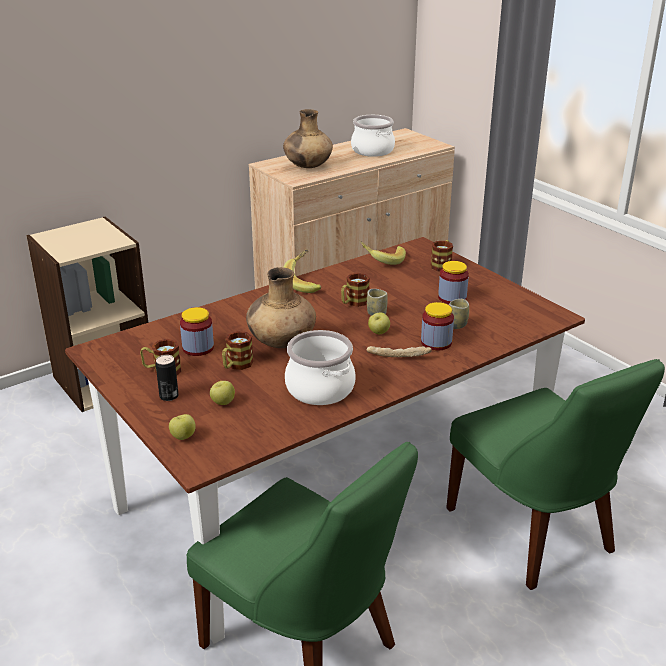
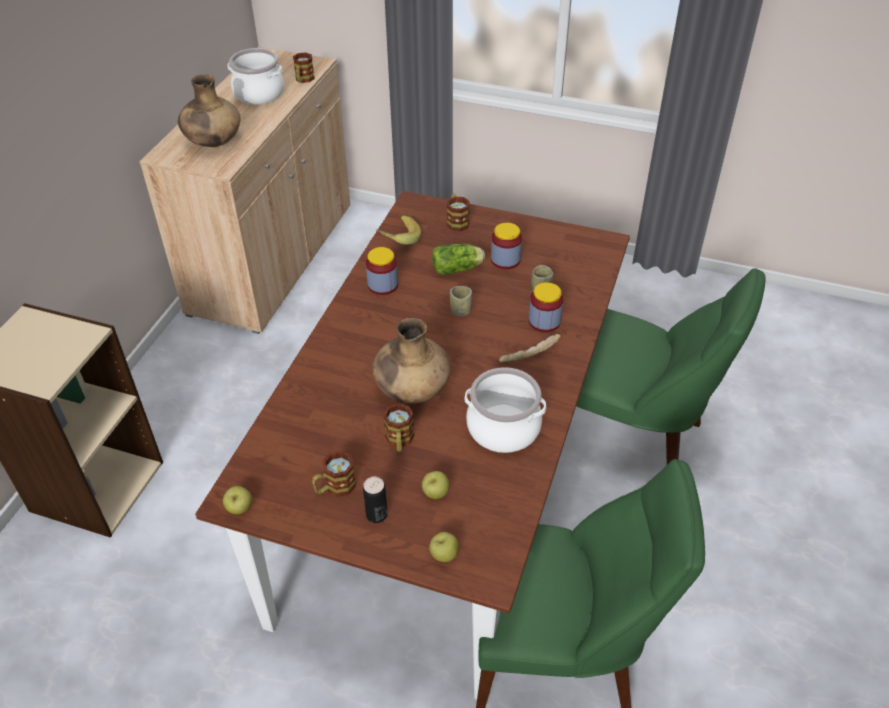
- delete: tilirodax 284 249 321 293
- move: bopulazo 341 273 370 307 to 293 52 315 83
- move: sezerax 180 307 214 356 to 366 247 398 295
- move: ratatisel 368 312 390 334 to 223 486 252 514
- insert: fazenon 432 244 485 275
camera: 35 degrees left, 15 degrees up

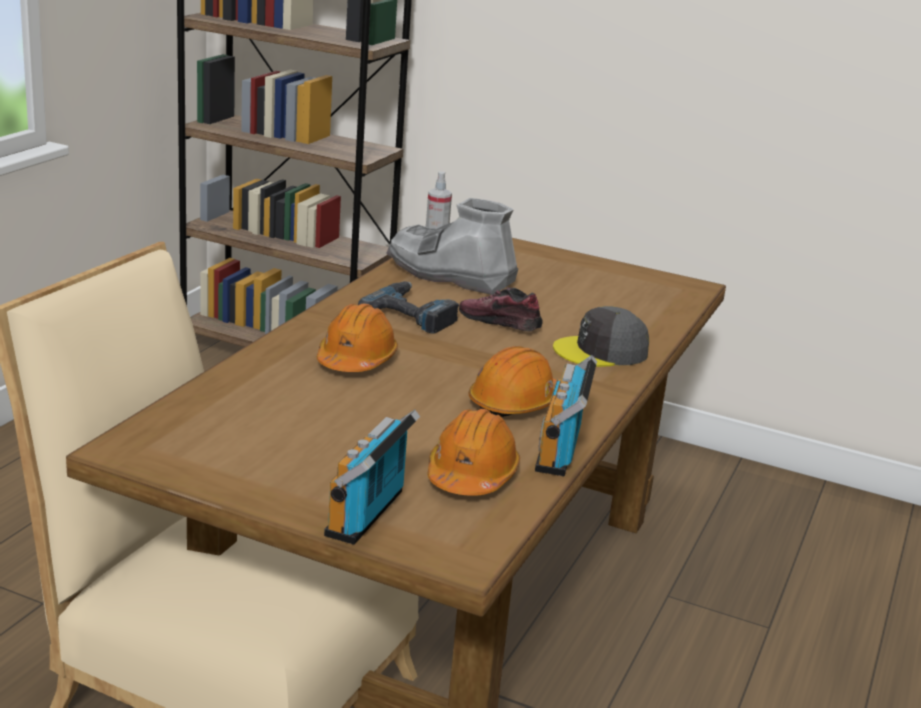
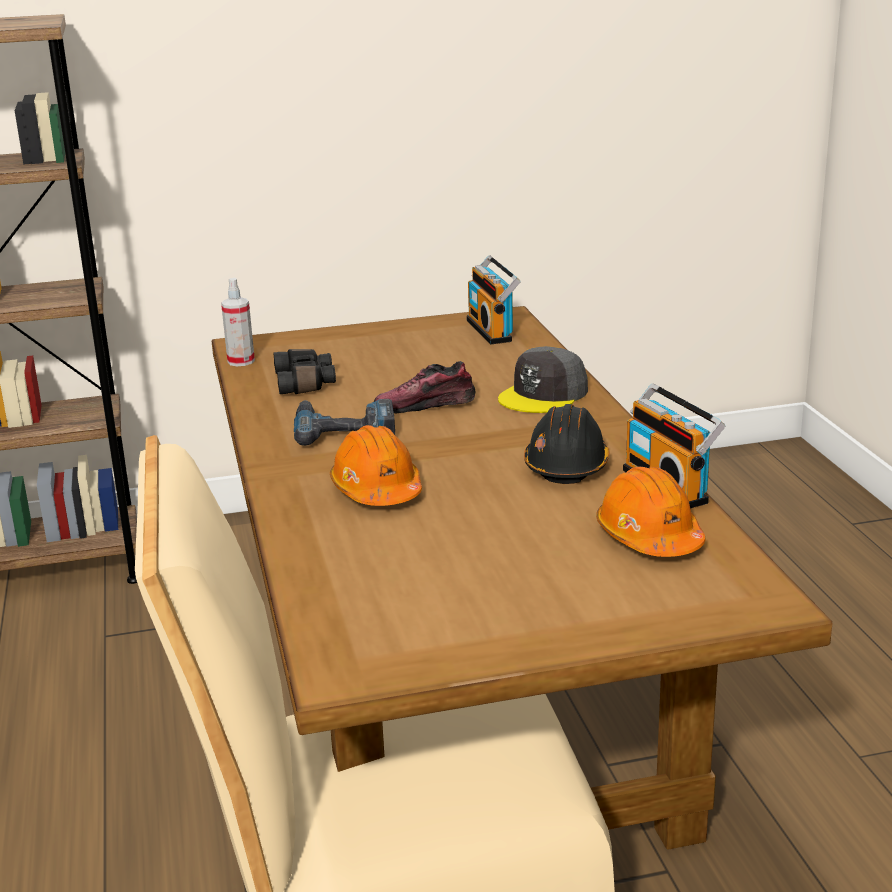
- replace: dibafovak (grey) 386 198 519 295 to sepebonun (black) 274 349 336 394
- recolor: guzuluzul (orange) 468 346 557 417 to guzuluzul (black) 524 404 610 484
- move: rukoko 324 410 420 545 to 467 255 521 344
camera: 35 degrees left, 0 degrees up

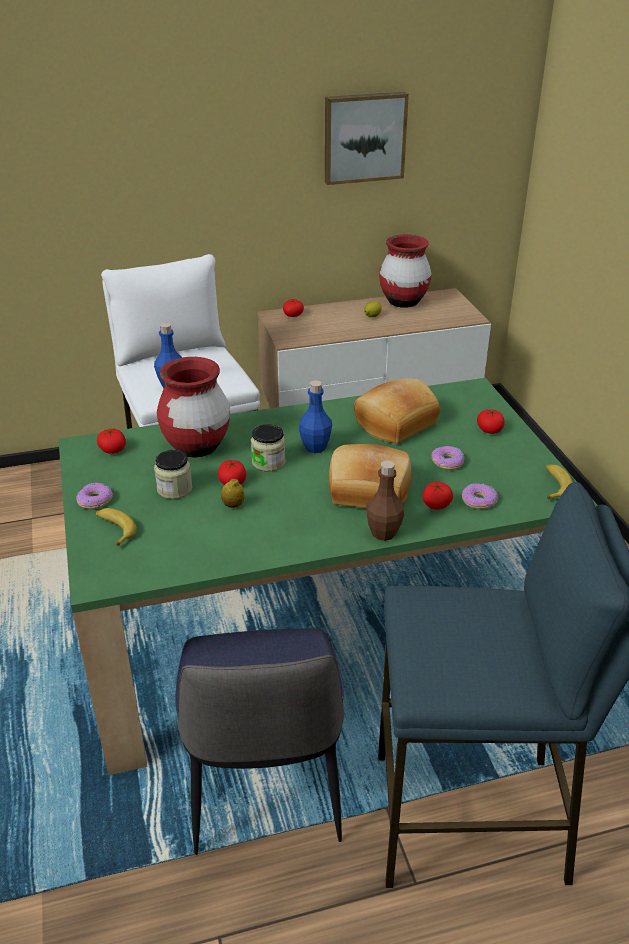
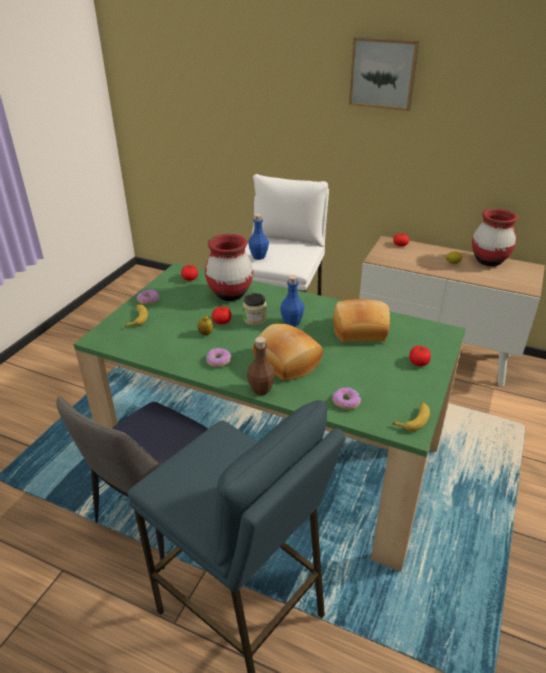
- move: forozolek 325 92 409 185 to 349 36 419 111
- move: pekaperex 431 446 465 470 to 206 348 231 367
- delete: sezerax 154 450 192 499
- delete: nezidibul 423 482 453 510
camera: 40 degrees right, 0 degrees up

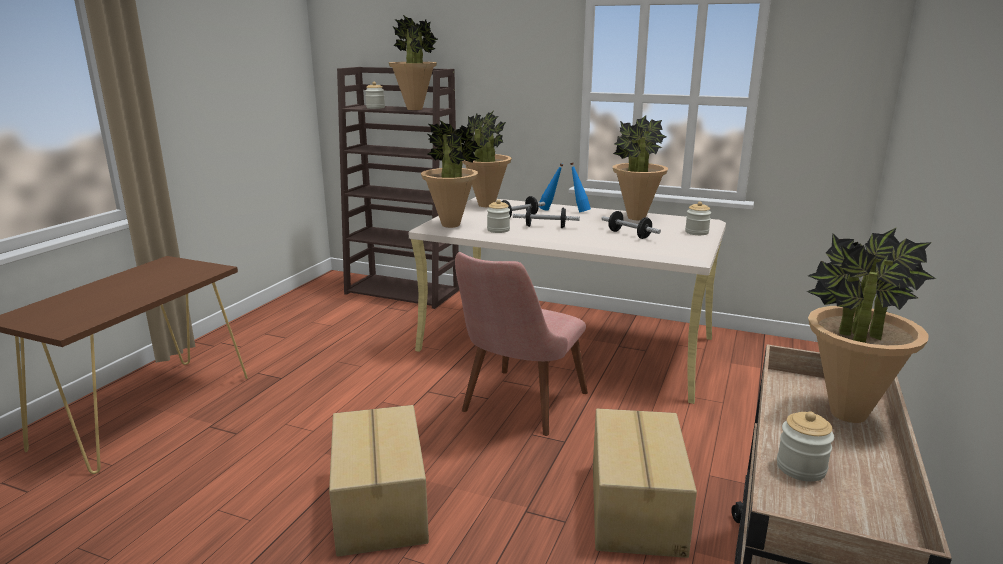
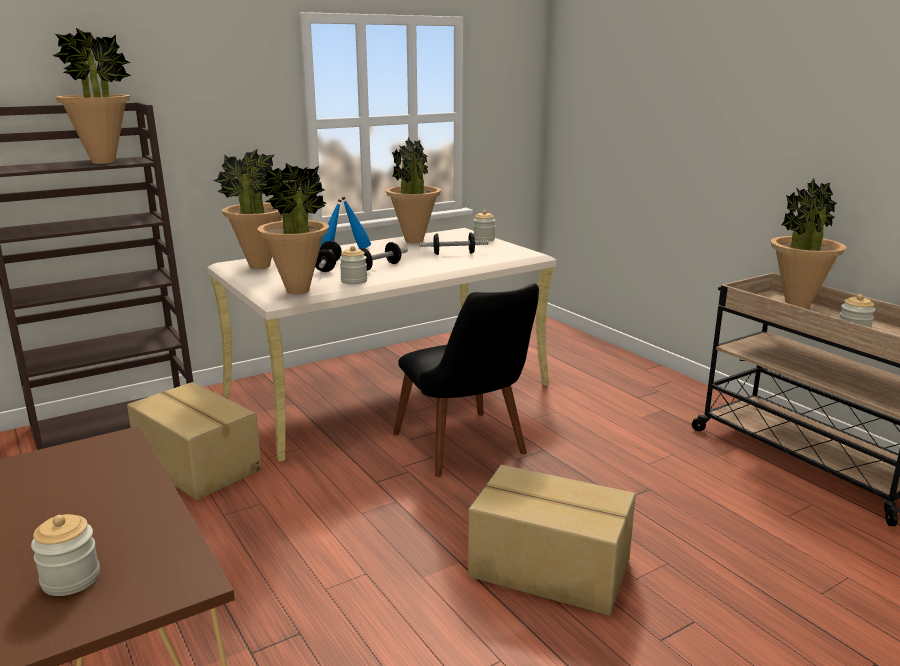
- move: sezerax 365 82 385 109 to 31 514 100 596
- recolor: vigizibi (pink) 455 252 588 436 to vigizibi (black) 393 283 539 477
- move: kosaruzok 593 409 697 558 to 127 382 262 500
camera: 55 degrees left, 0 degrees up

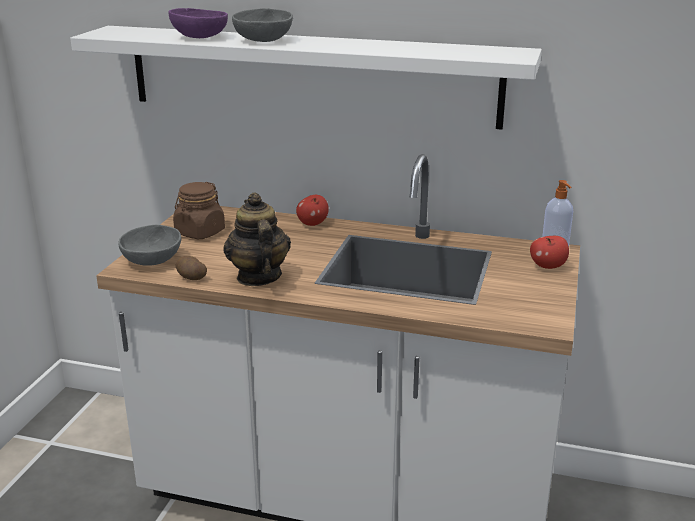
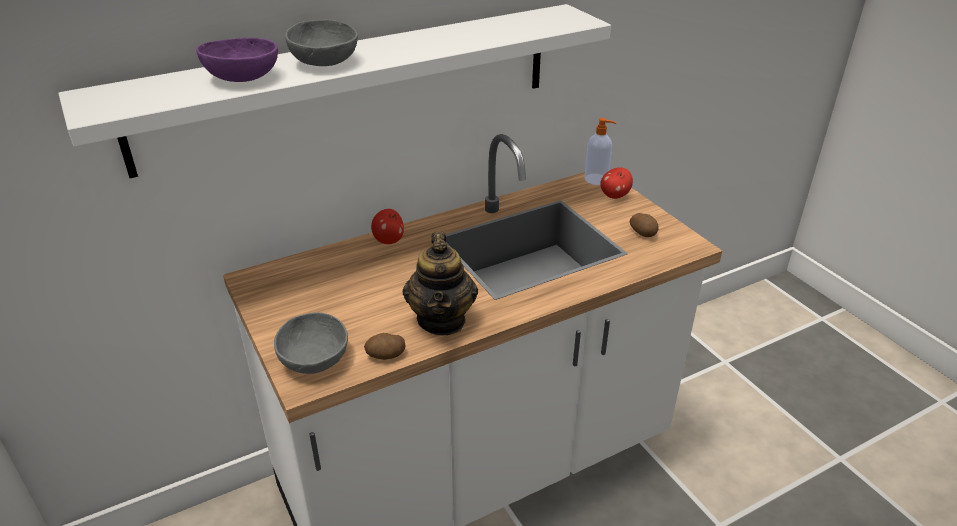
- delete: sezerax (brown) 173 182 225 239
- rotate: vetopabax 223 192 291 286 = 403 231 478 336 120 degrees counterclockwise
- insert: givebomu 630 213 659 237
camera: 45 degrees left, 10 degrees up

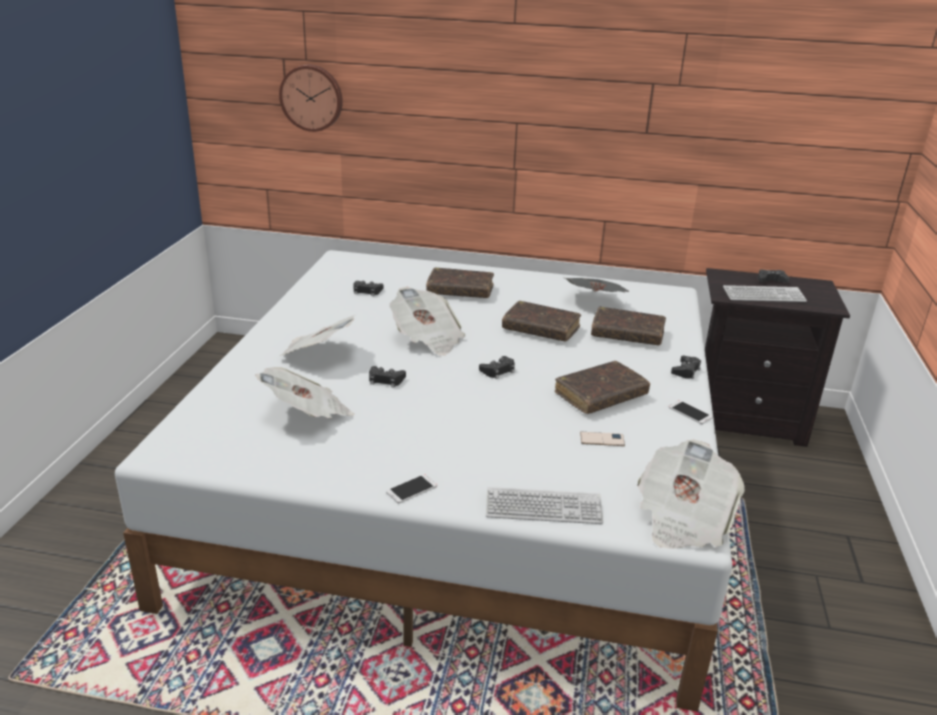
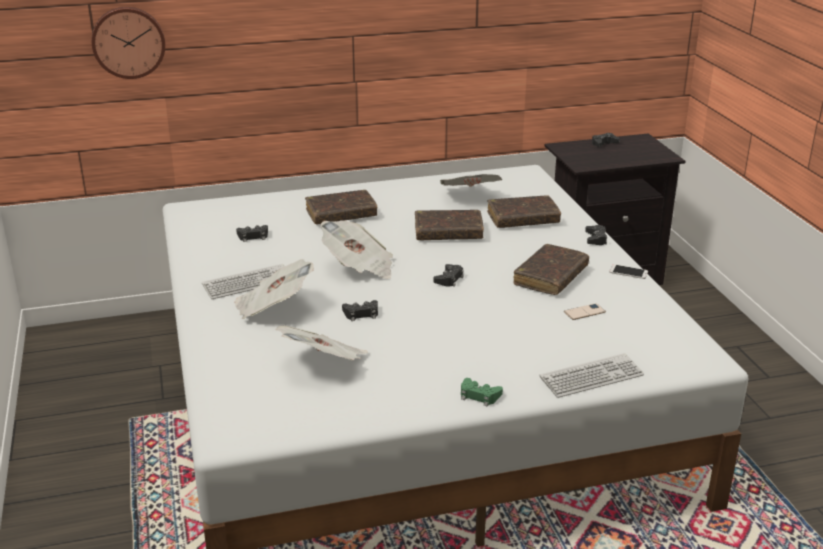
- move: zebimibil 723 285 807 302 to 202 264 285 299
- delete: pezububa 637 440 745 549
- replace: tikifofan 386 474 437 503 to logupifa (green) 461 378 503 407
camera: 25 degrees left, 0 degrees up

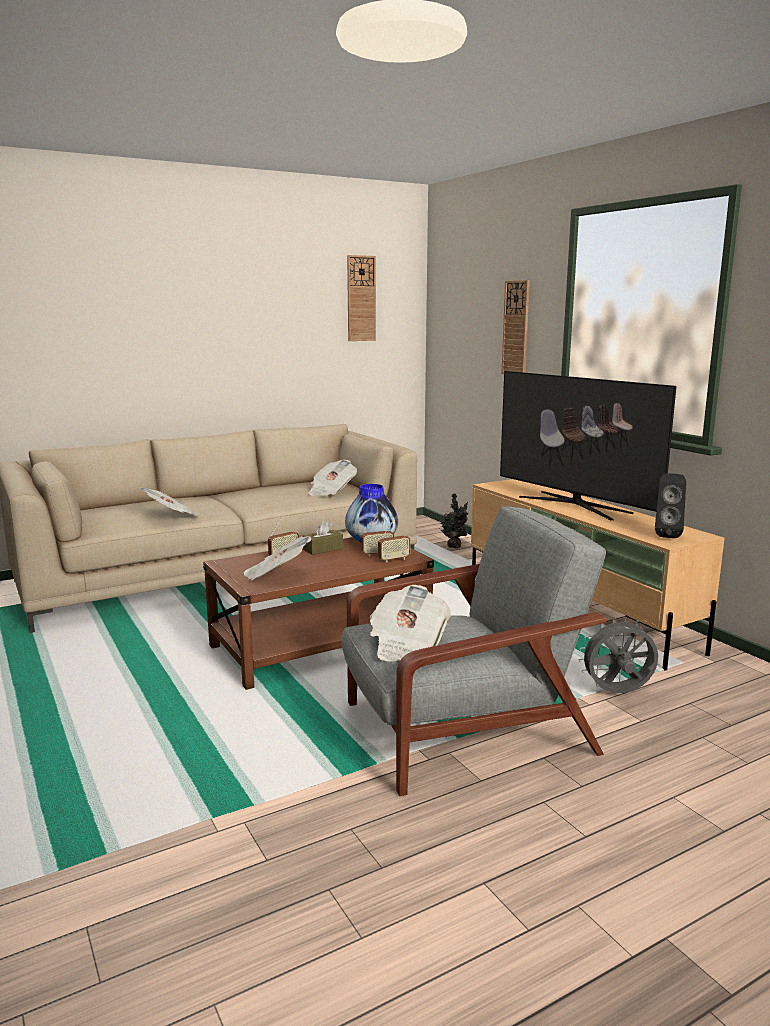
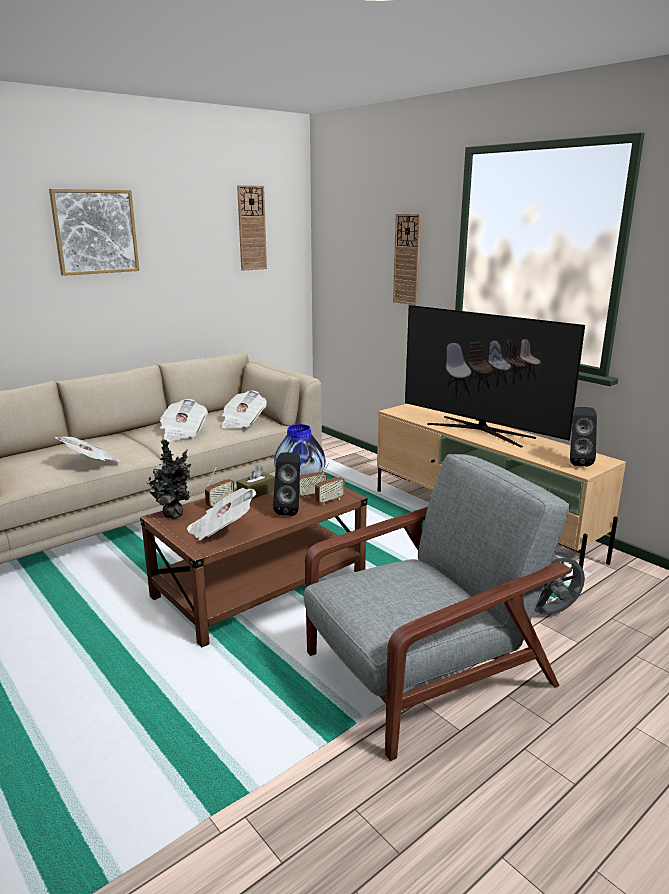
- move: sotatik 439 493 468 548 to 146 440 191 519
- move: pezububa 369 585 451 662 to 160 399 208 441
- insert: forozolek 49 189 139 276
- insert: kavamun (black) 273 452 300 516
camera: 10 degrees left, 5 degrees up

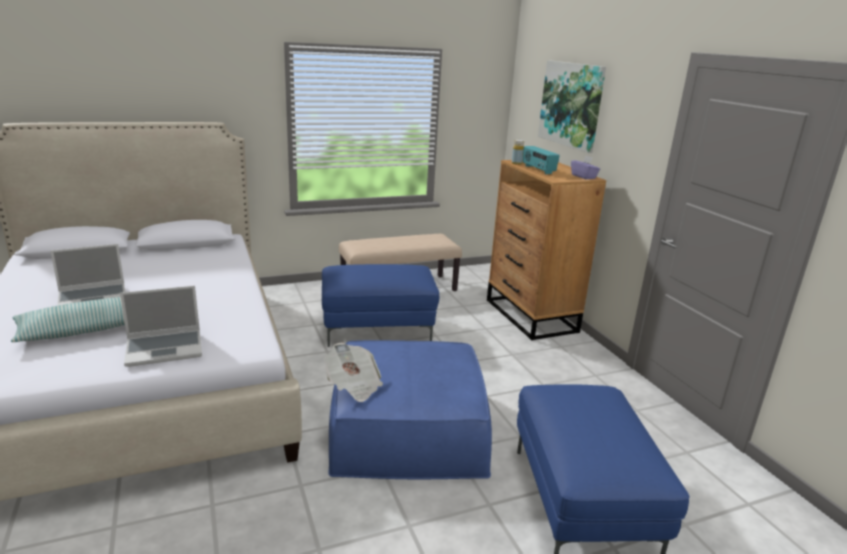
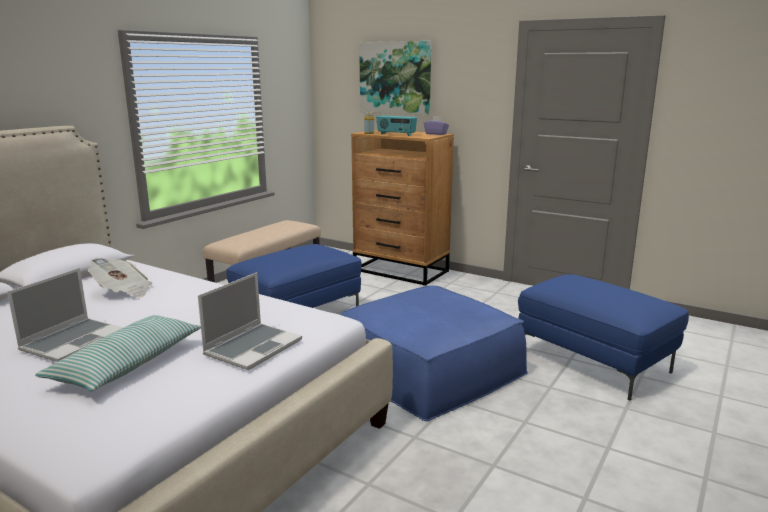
- move: pezububa 324 343 383 402 to 88 258 152 297
camera: 35 degrees left, 5 degrees down

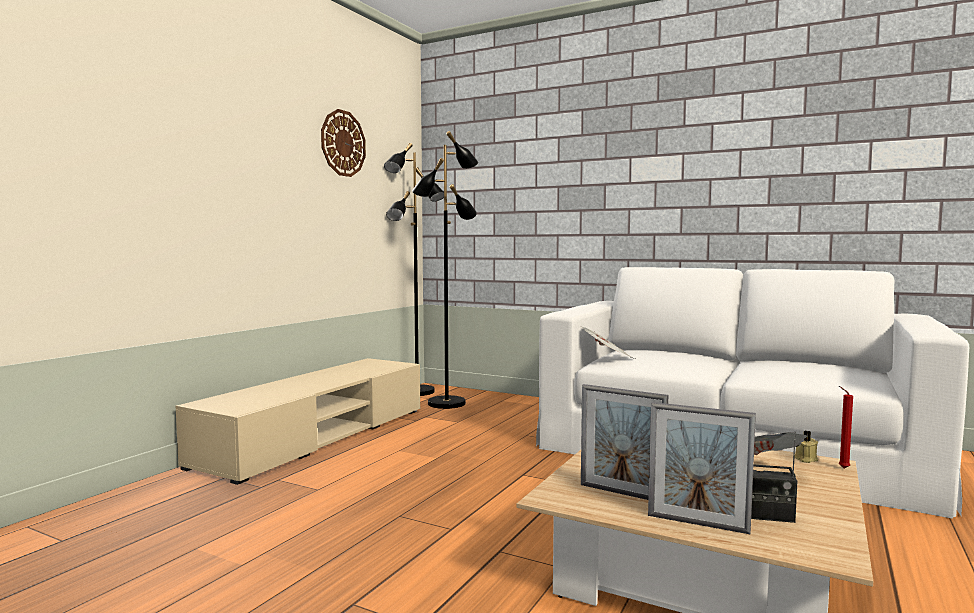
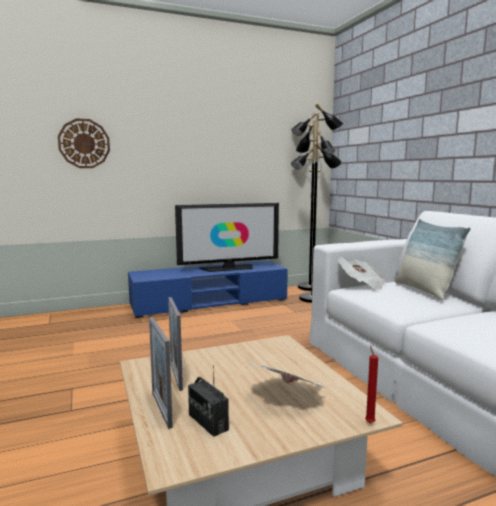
- move: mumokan 321 109 366 177 to 58 118 110 168
- recolor: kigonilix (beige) 176 358 420 485 to kigonilix (blue) 128 260 288 318
- delete: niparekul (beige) 794 431 818 463
- insert: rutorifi 175 203 279 272
- insert: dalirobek 395 219 471 300
camera: 40 degrees right, 5 degrees up

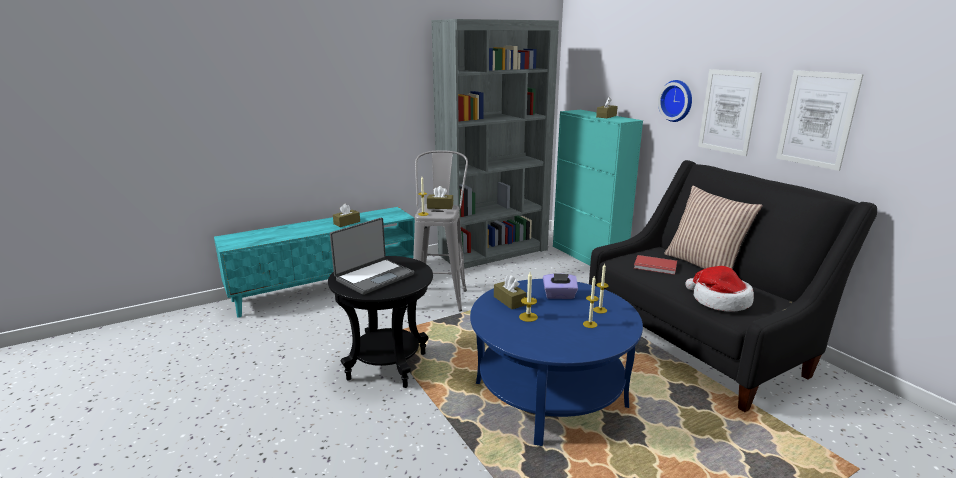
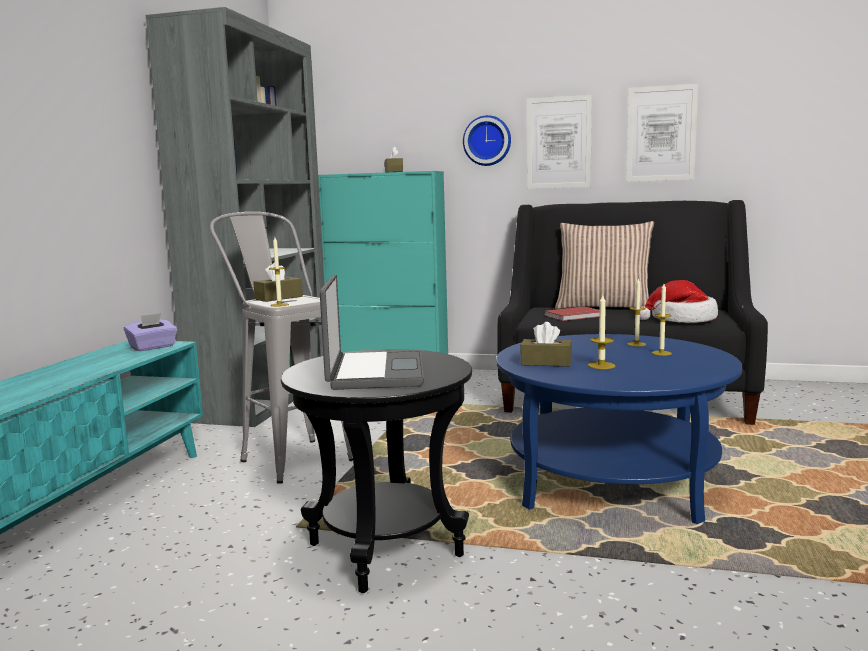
- delete: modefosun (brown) 333 204 360 227
- move: modefosun (purple) 543 273 578 299 to 124 313 177 351
camera: 45 degrees left, 10 degrees down

